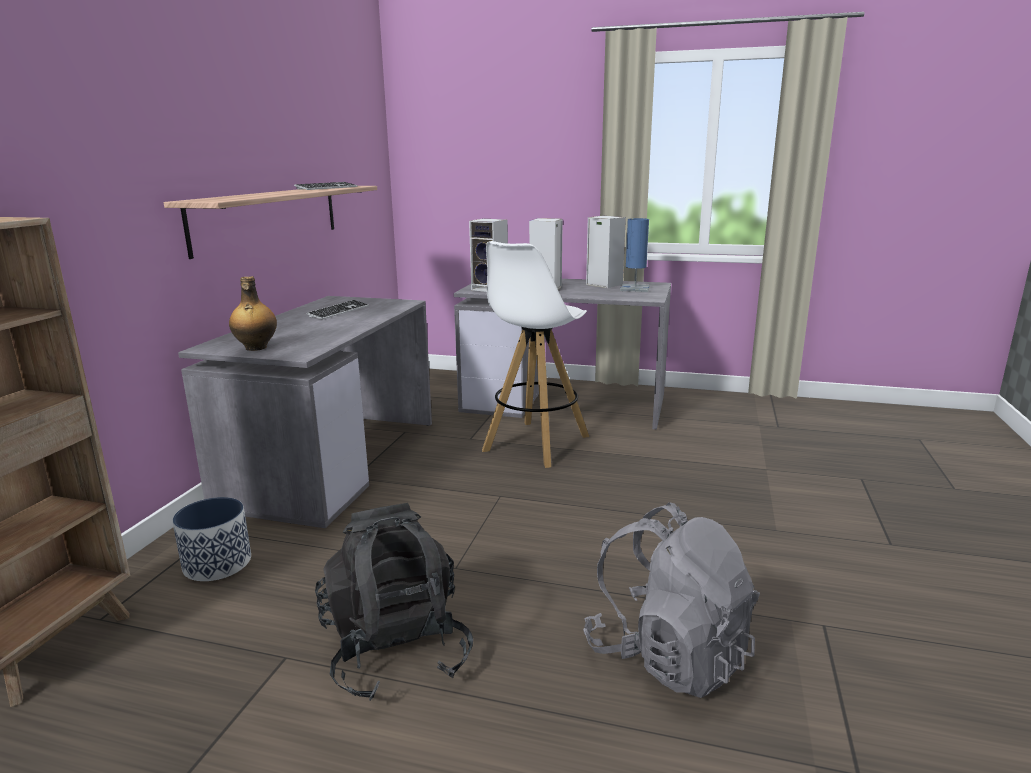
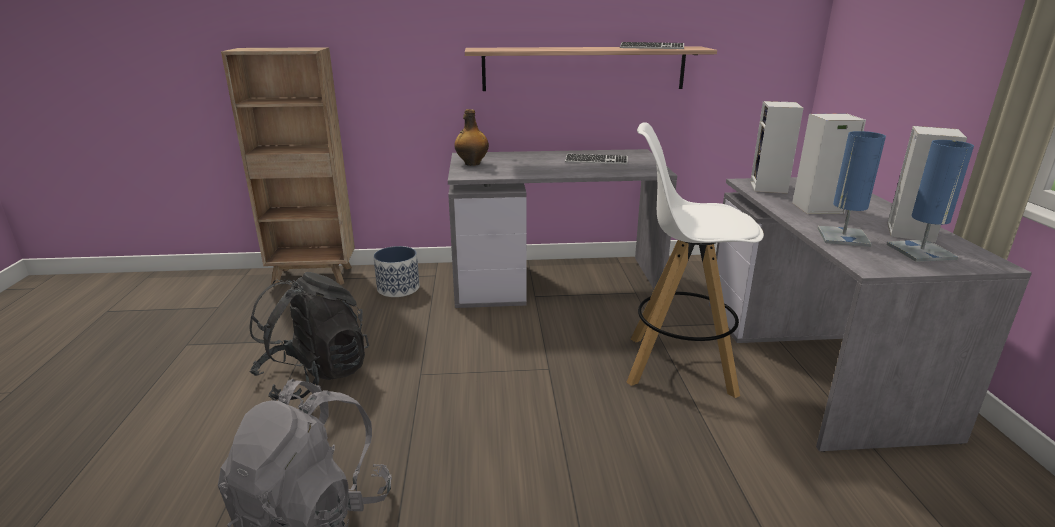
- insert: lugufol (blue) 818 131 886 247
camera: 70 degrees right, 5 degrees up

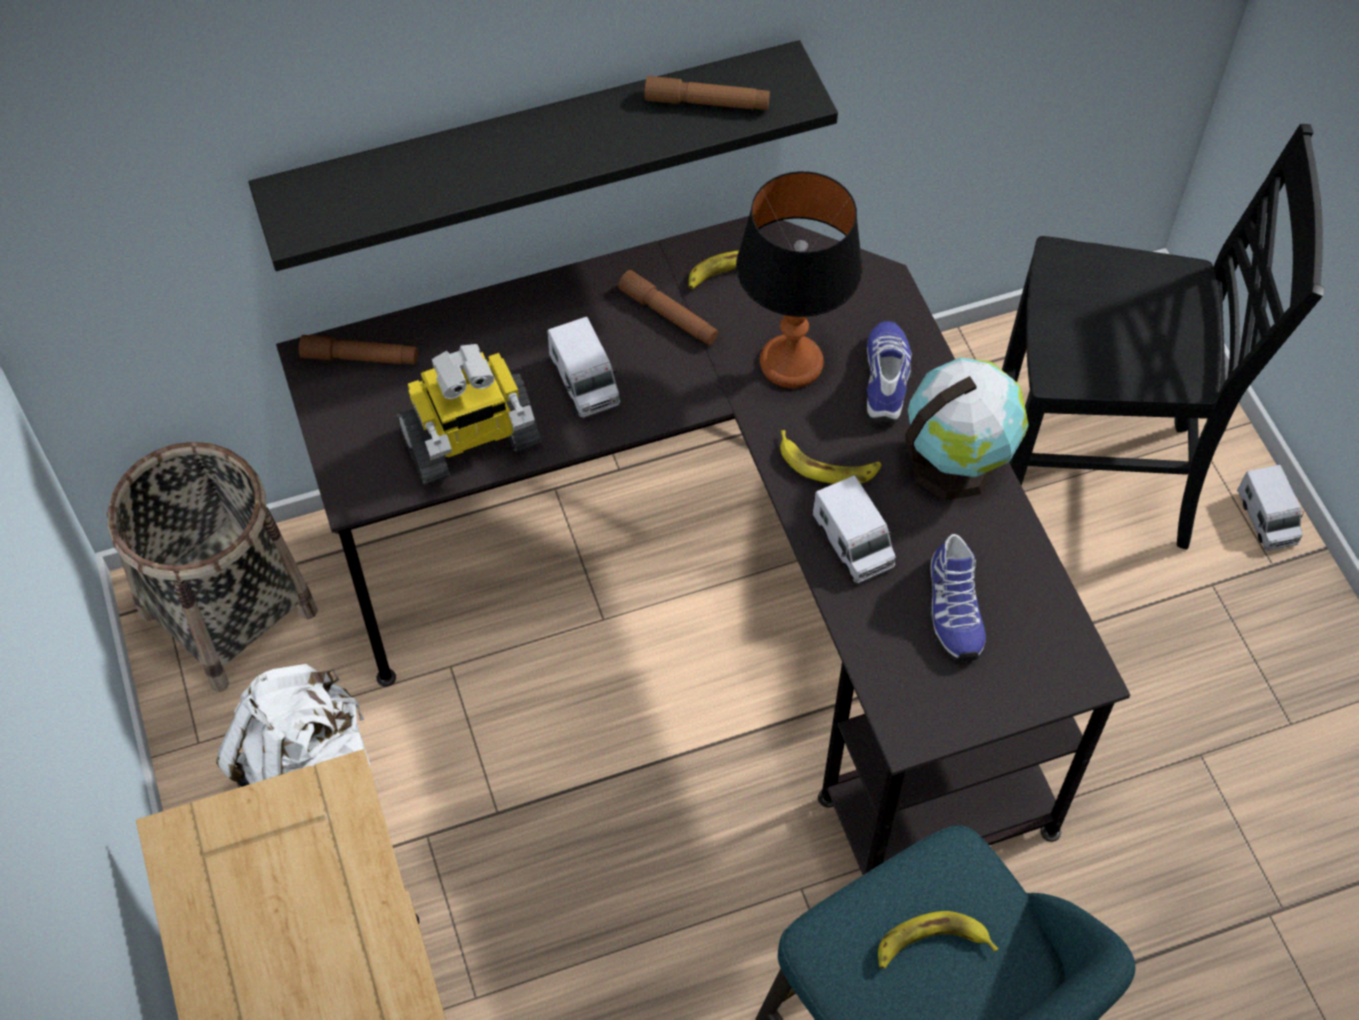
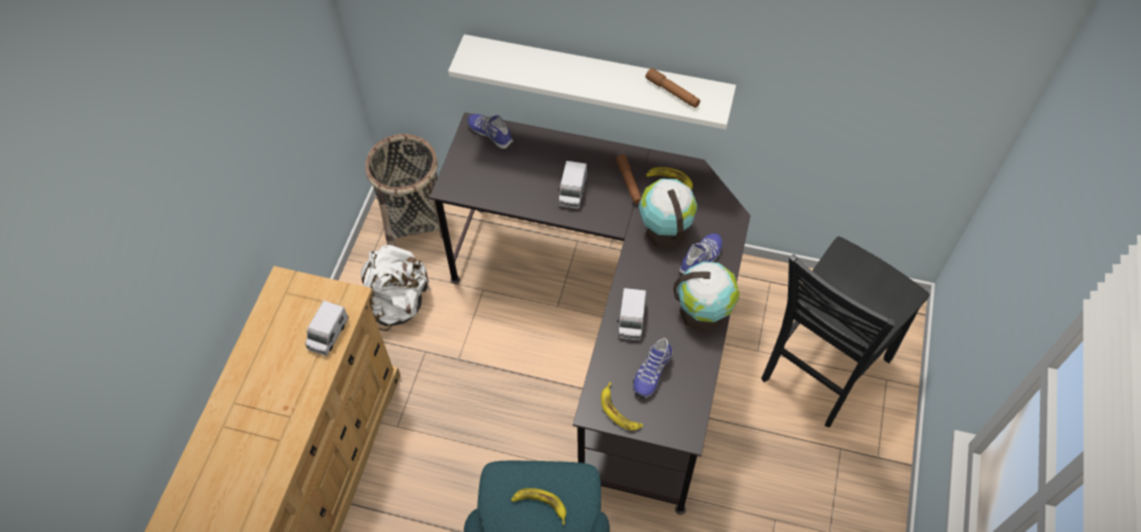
- recolor: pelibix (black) 248 40 838 271 to pelibix (white) 448 34 736 130
- rotate: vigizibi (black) 1002 124 1325 550 = 761 237 930 428 90 degrees clockwise
- replace: lugufol 736 171 863 388 to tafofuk 638 179 697 249
- replace: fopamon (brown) 299 335 418 364 to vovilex 467 114 514 151
- delete: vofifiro 397 344 541 484
- move: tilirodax 780 430 881 484 to 601 382 643 430
- move: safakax 1237 465 1304 551 to 305 300 349 356
camera: 35 degrees right, 0 degrees up

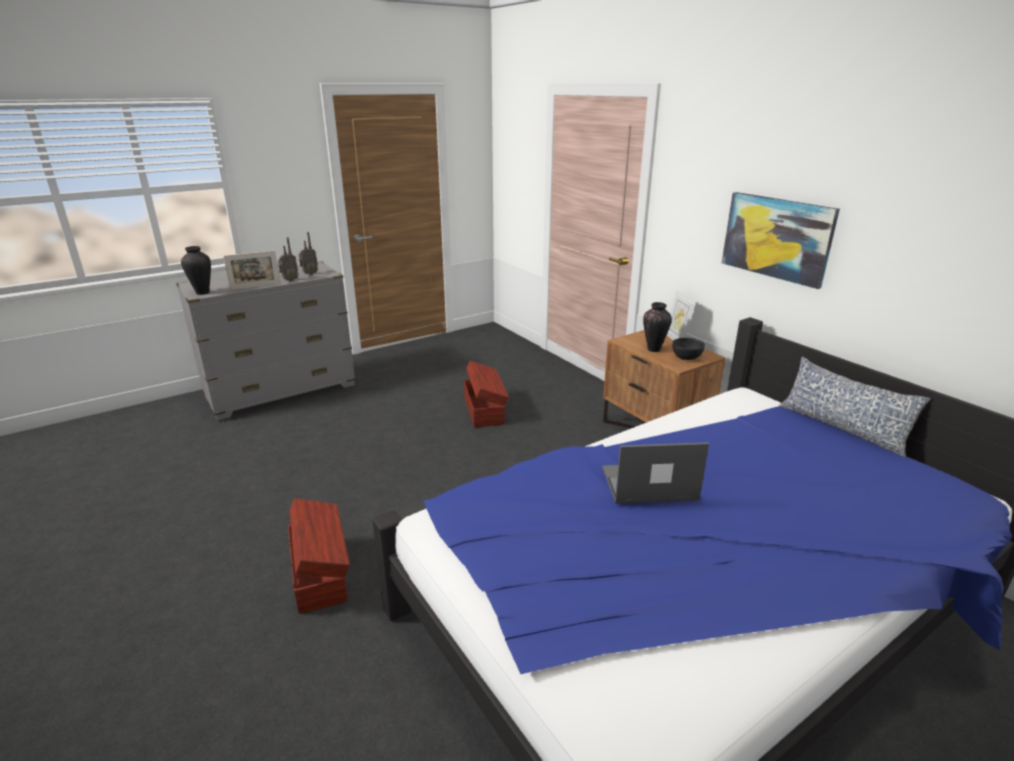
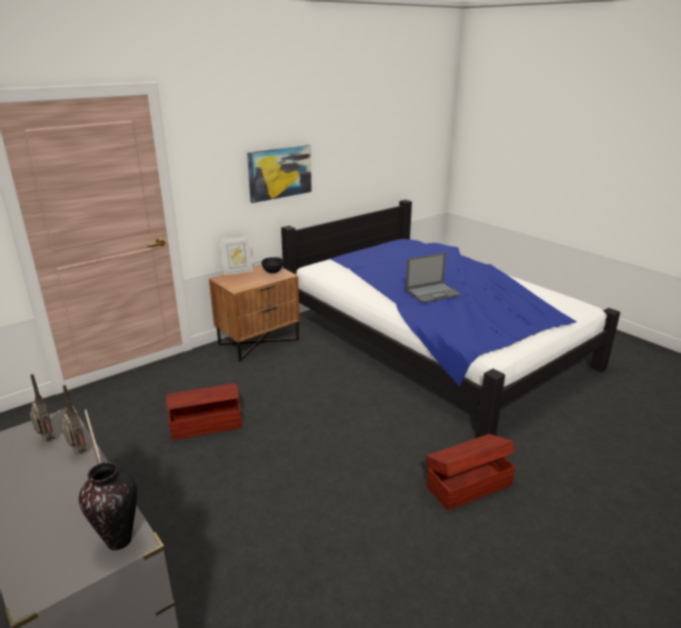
- delete: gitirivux 643 302 672 352
- delete: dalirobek 779 357 930 457
- rotate: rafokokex 602 442 709 504 = 406 252 461 303 105 degrees counterclockwise
camera: 95 degrees left, 0 degrees up

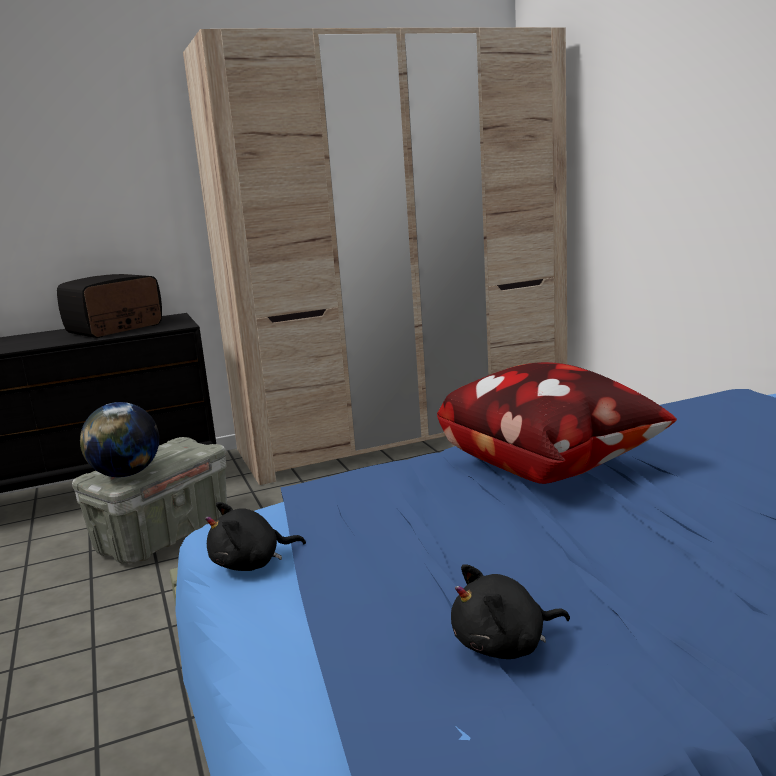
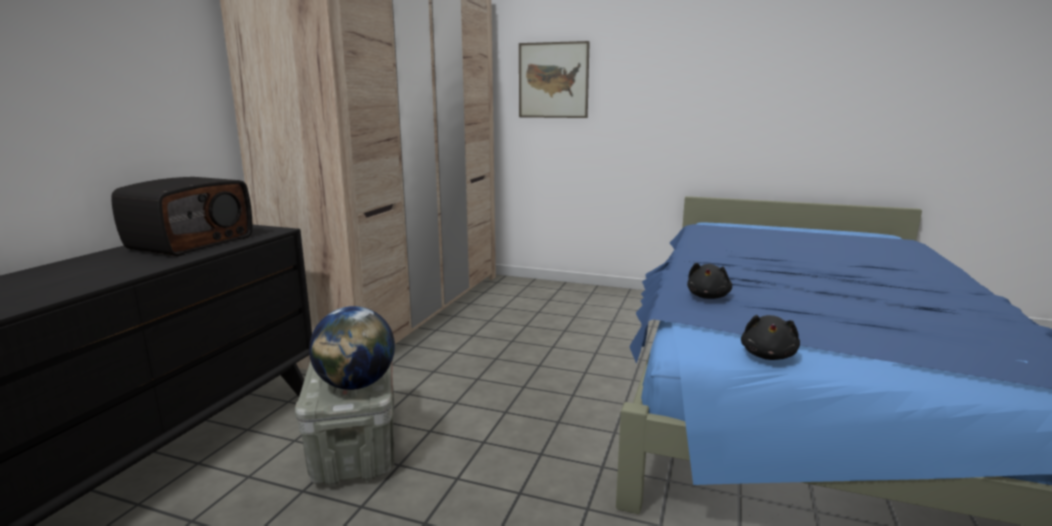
- rotate: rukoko 57 274 162 338 = 111 177 253 256 150 degrees counterclockwise
- delete: dalirobek 437 362 677 484
- move: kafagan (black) 451 564 570 659 to 687 263 732 299
- insert: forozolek 519 41 590 118
camera: 50 degrees left, 0 degrees up

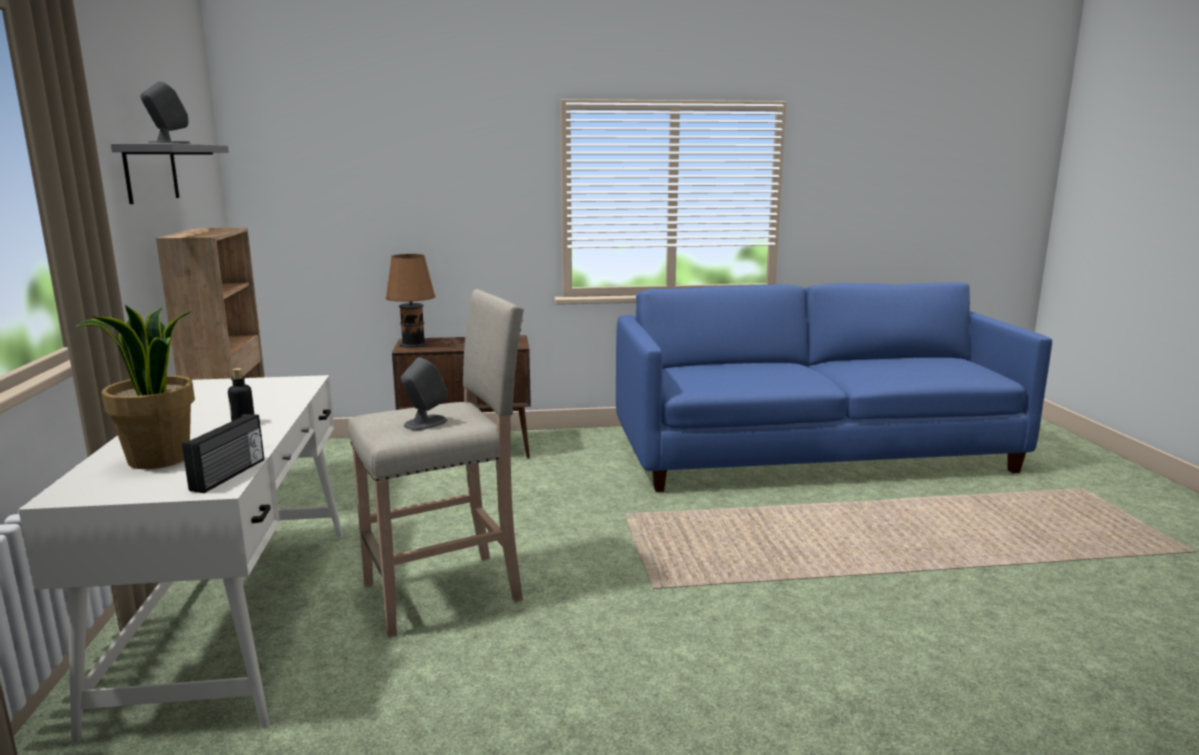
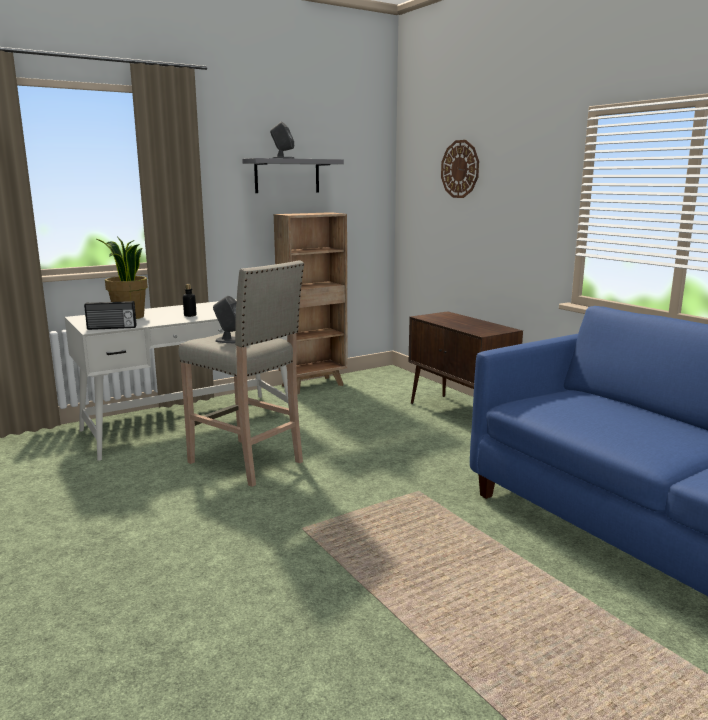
- delete: lugufol (brown) 385 254 455 348
- insert: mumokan 441 140 479 198
camera: 65 degrees right, 0 degrees up

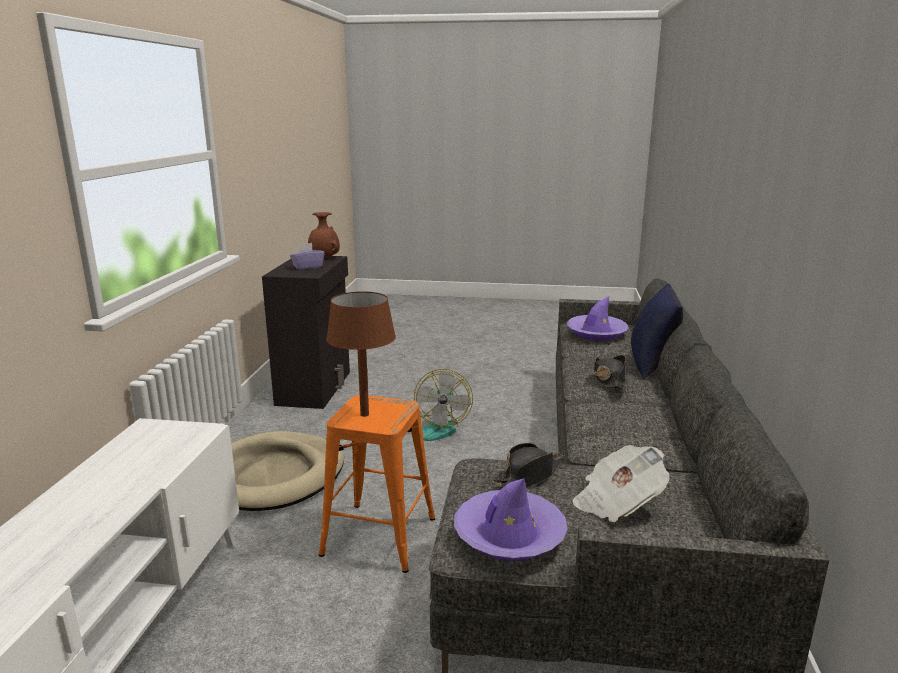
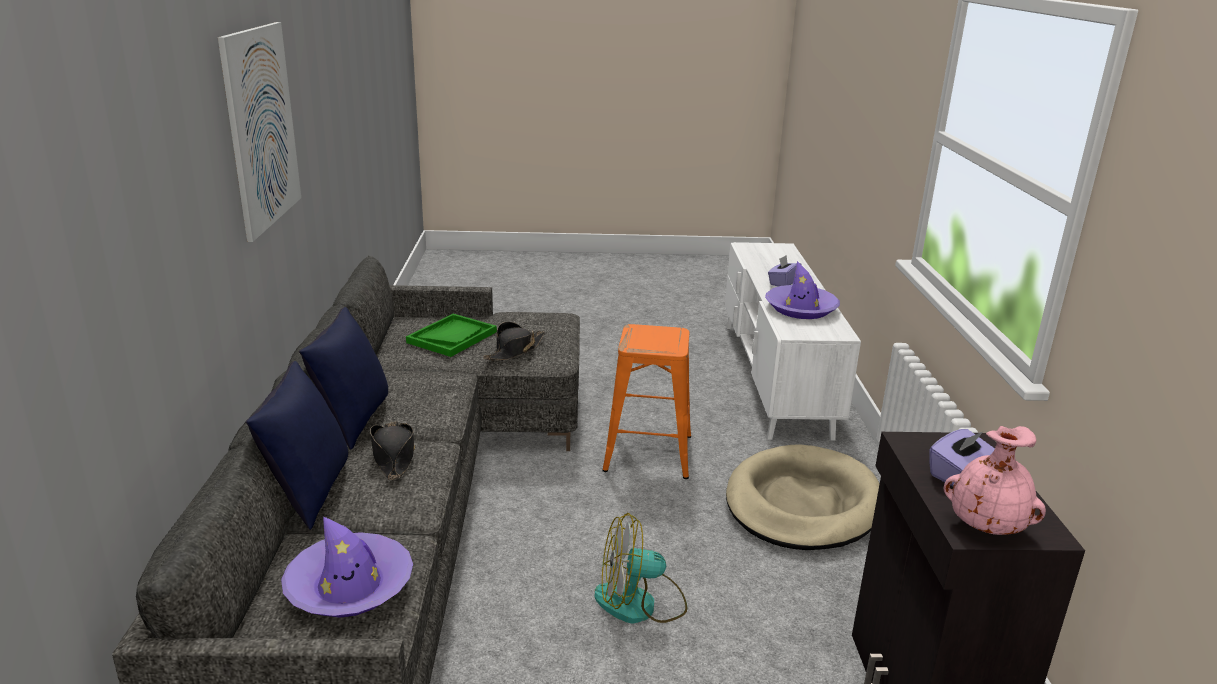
- recolor: gitirivux (brown) 308 212 340 258 to gitirivux (pink) 944 426 1046 535
- delete: lugufol (brown) 326 291 396 417
- rotate: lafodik 414 369 473 441 = 594 513 688 624 90 degrees counterclockwise
- replace: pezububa 573 445 670 522 to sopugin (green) 406 314 497 357
- move: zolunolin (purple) 454 478 568 561 to 765 261 840 319
- insert: forozolek 218 22 301 242
- insert: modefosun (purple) 768 256 801 287
- insert: dalirobek (blue) 299 307 388 450
camera: 170 degrees right, 5 degrees up

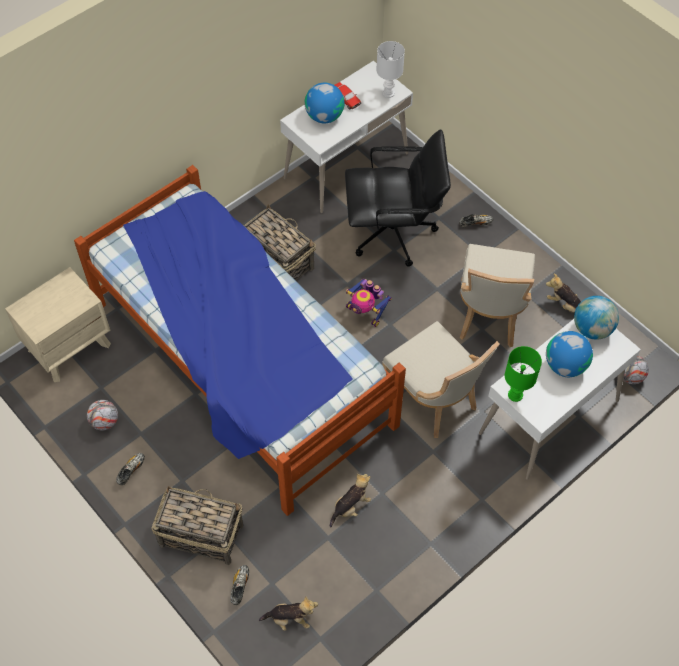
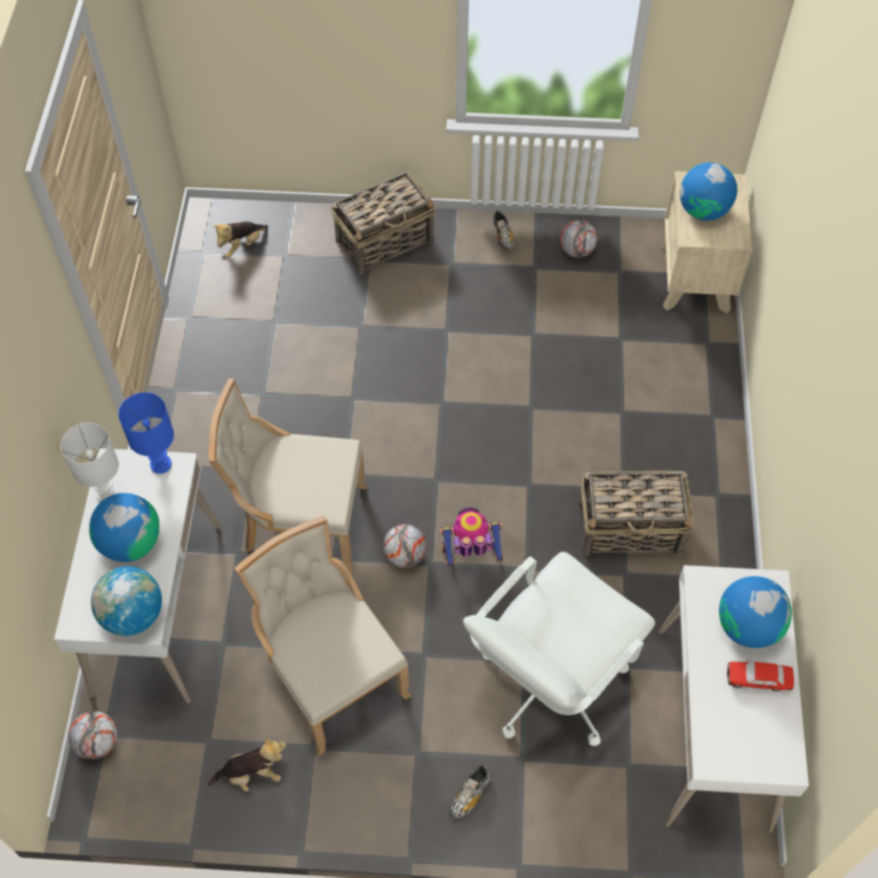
- move: lugufol (white) 376 41 405 98 to 61 423 119 502
- recolor: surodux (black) 345 129 451 267 to surodux (white) 463 552 655 746
- delete: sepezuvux 74 165 406 516
- recolor: lugufol (green) 505 346 542 402 to lugufol (blue) 118 392 174 474
- delete: kafagan 330 474 371 527
- delete: vovilex 230 565 249 605
- insert: tafofuk 680 163 737 221
- insert: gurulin 383 524 427 568
camera: 135 degrees right, 0 degrees up

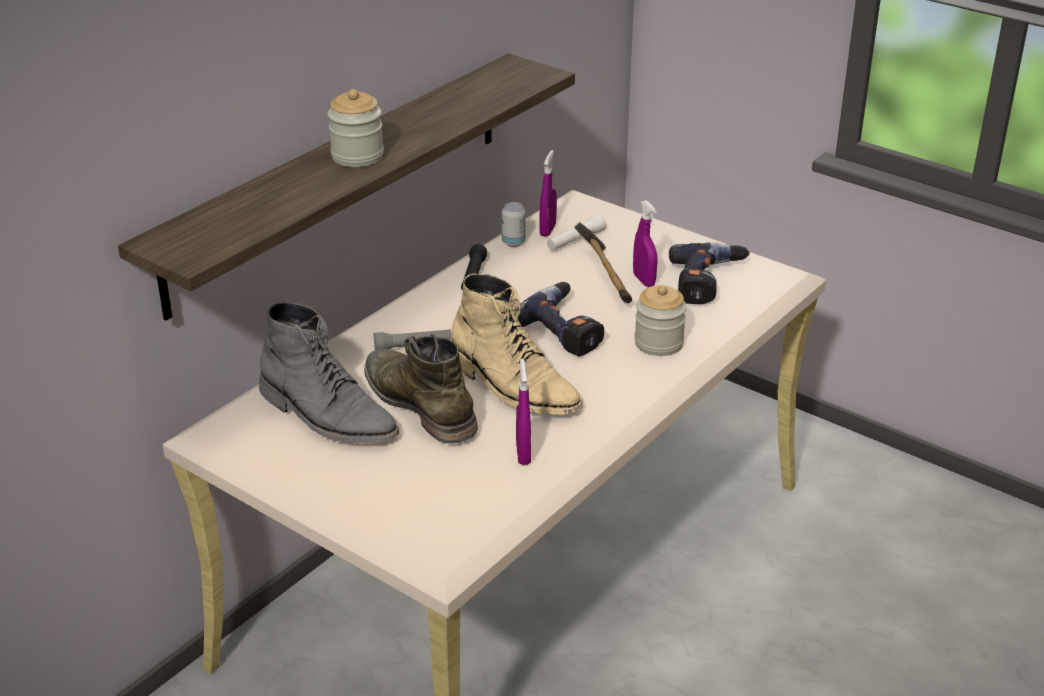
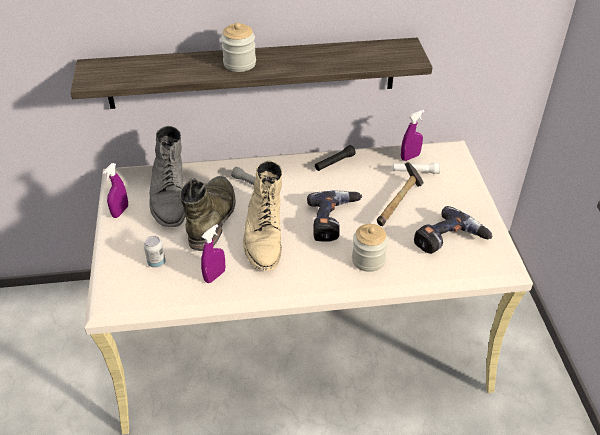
- move: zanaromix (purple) 633 200 658 287 to 103 163 128 218
- move: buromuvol 502 202 526 247 to 144 236 165 268
camera: 45 degrees right, 10 degrees up

